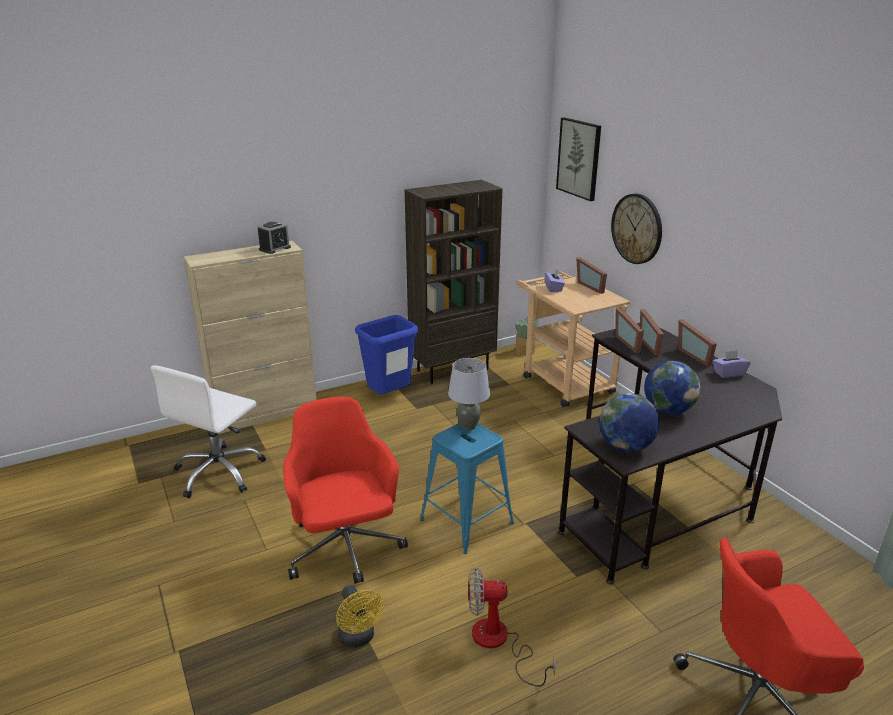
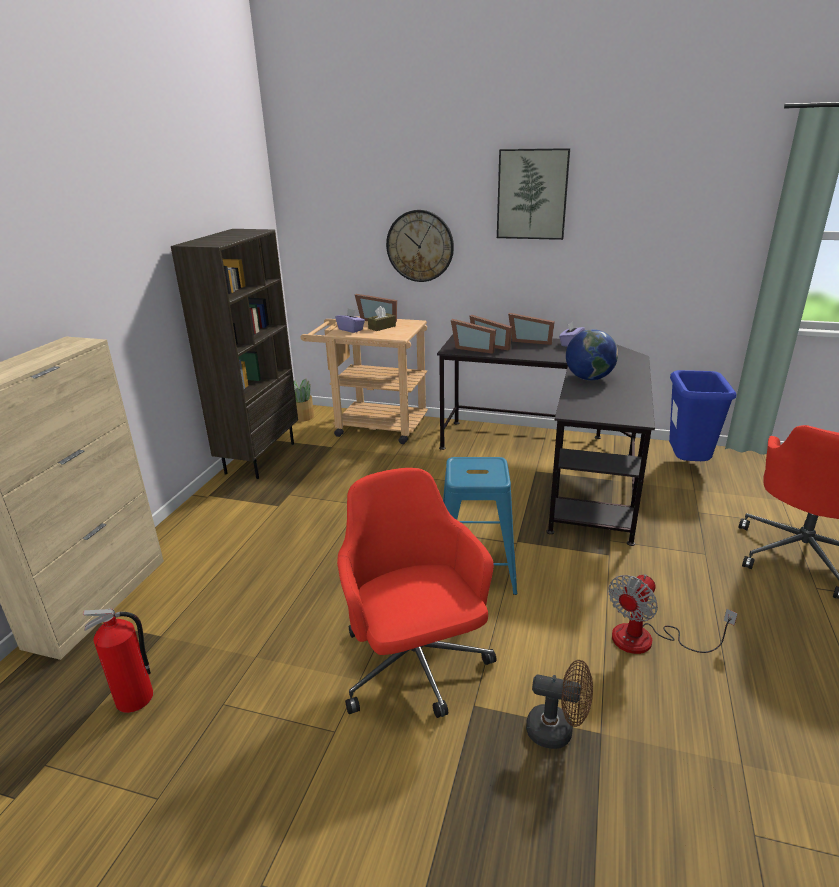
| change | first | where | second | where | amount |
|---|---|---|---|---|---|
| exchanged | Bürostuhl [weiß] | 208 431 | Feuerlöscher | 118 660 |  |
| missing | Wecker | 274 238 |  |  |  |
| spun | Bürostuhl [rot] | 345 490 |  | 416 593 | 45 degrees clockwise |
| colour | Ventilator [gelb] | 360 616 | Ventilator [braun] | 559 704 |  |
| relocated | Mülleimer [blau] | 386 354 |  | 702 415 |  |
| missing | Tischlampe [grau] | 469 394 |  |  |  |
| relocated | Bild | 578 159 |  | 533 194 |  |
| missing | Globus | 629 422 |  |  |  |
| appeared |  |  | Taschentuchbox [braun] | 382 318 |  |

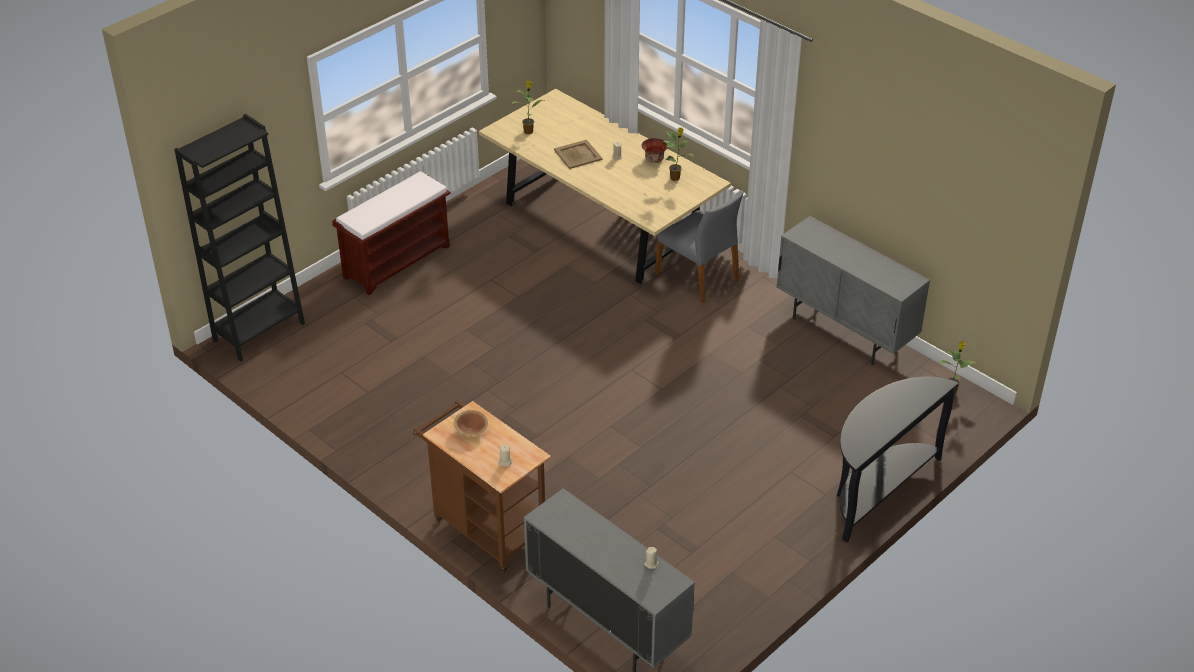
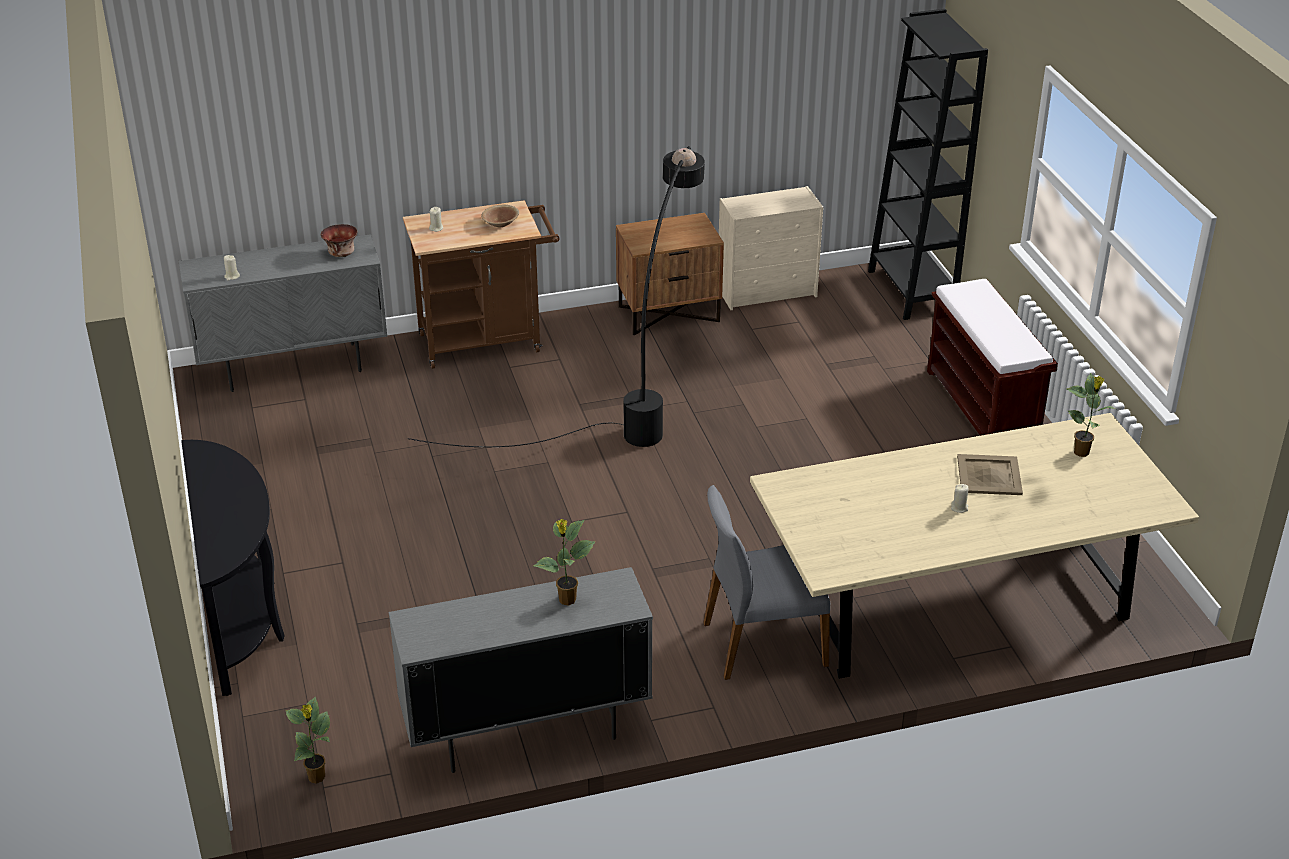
| change | first | where | second | where | amount |
|---|---|---|---|---|---|
| relocated | Schüssel | 655 150 |  | 339 240 |  |
| relocated | Topfpflanze | 678 154 |  | 564 562 |  |
| appeared |  |  | Stehlampe [schwarz] | 556 296 |  |
| appeared |  |  | Nachttisch [braun] | 670 274 |  |
| appeared |  |  | Kommode [beige] | 771 248 |  |

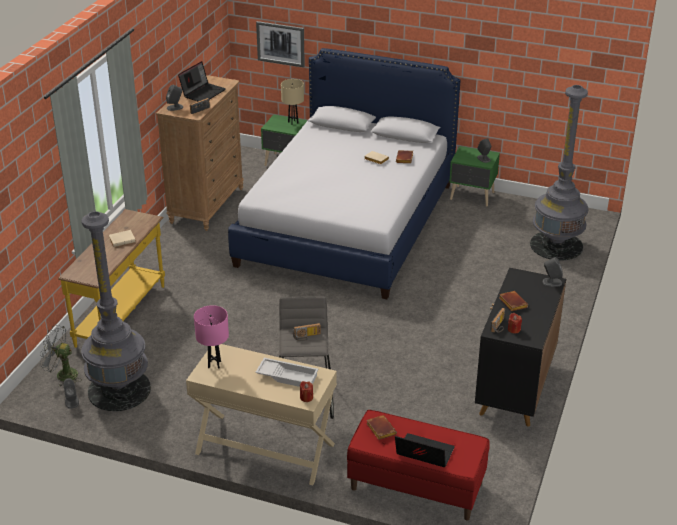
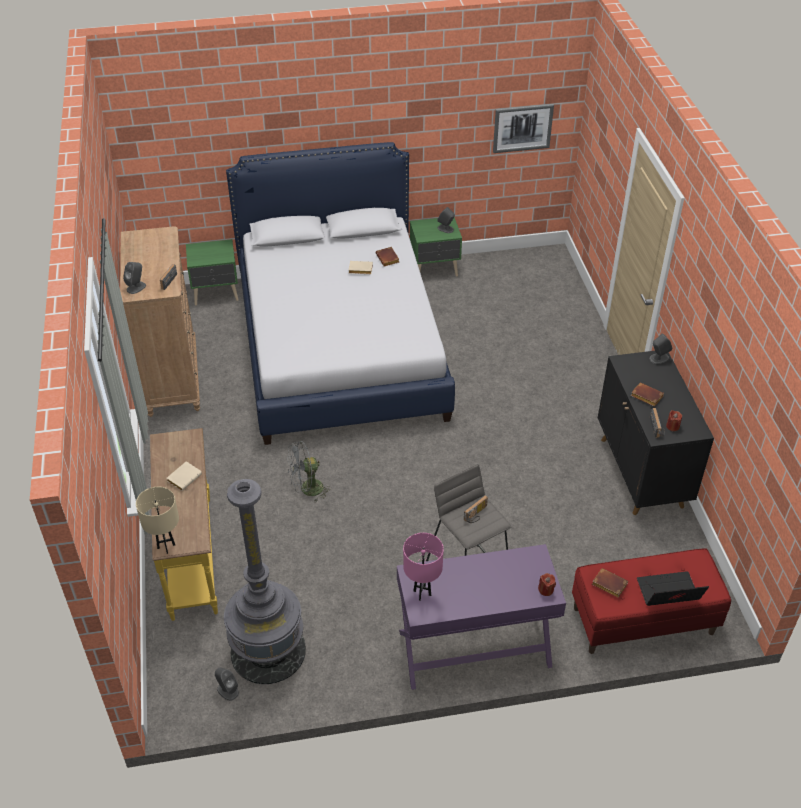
| change | first | where | second | where | amount |
|---|---|---|---|---|---|
| relocated | Ventilator [grau] | 61 355 |  | 309 471 |  |
| missing | Laptop | 202 81 |  |  |  |
| colour | Schreibtisch [beige] | 261 415 | Schreibtisch [lila] | 481 617 |  |
| missing | Tablett [weiß] | 286 372 |  |  |  |
| relocated | Bild | 280 44 |  | 523 128 |  |
| relocated | Tischlampe [beige] | 292 102 |  | 157 520 |  |
| missing | Stehlampe [grau] | 559 173 |  |  |  |

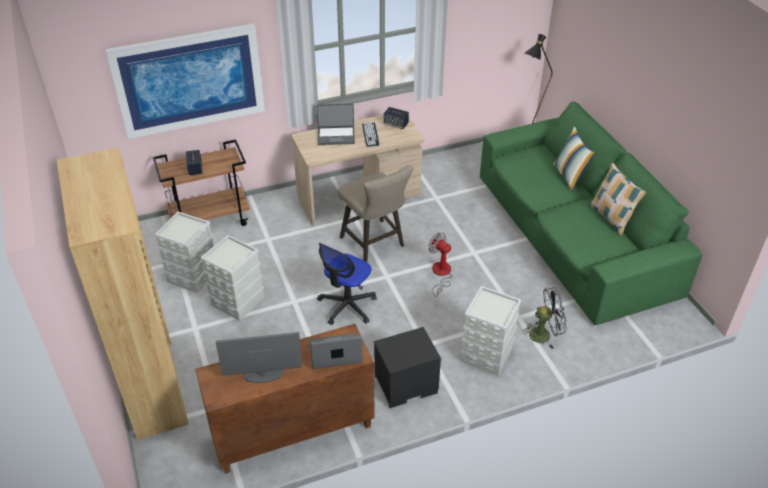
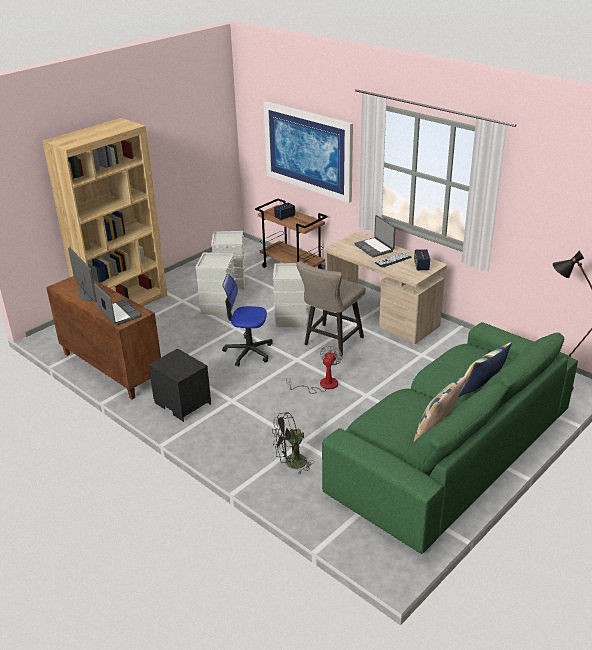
| change | first | where | second | where | amount |
|---|---|---|---|---|---|
| relocated | Aufbewahrungsbox [grau] | 491 331 |  | 290 295 |  |
| spun | Ventilator [schwarz] | 544 318 |  | 293 443 | 105 degrees clockwise |

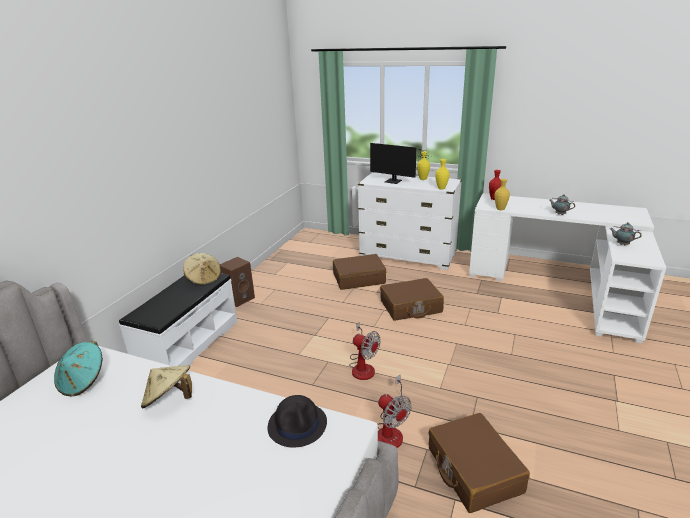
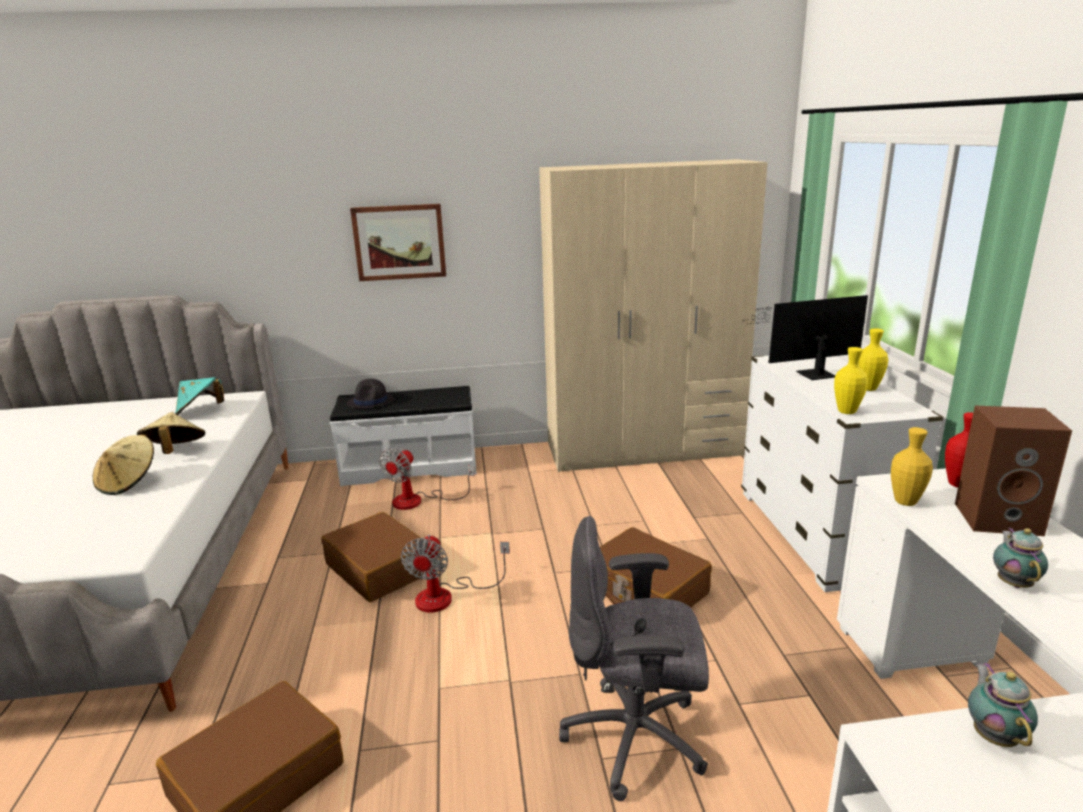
| change | first | where | second | where | amount |
|---|---|---|---|---|---|
| relocated | Hut [beige] | 202 269 |  | 123 465 |  |
| relocated | Lautsprecher [braun] | 237 282 |  | 1013 471 |  |
| relocated | Hut [schwarz] | 297 421 |  | 370 394 |  |
| relocated | Koffer [braun] | 359 272 |  | 374 557 |  |
| spun | Monitor | 400 163 |  | 806 337 | 75 degrees clockwise |
| relocated | Ventilator | 395 411 |  | 427 479 |  |
| appeared |  |  | Bild | 398 242 |  |
| appeared |  |  | Kleiderschrank [beige] | 653 315 |  |
| appeared |  |  | Bürostuhl [grau] | 634 658 |  |

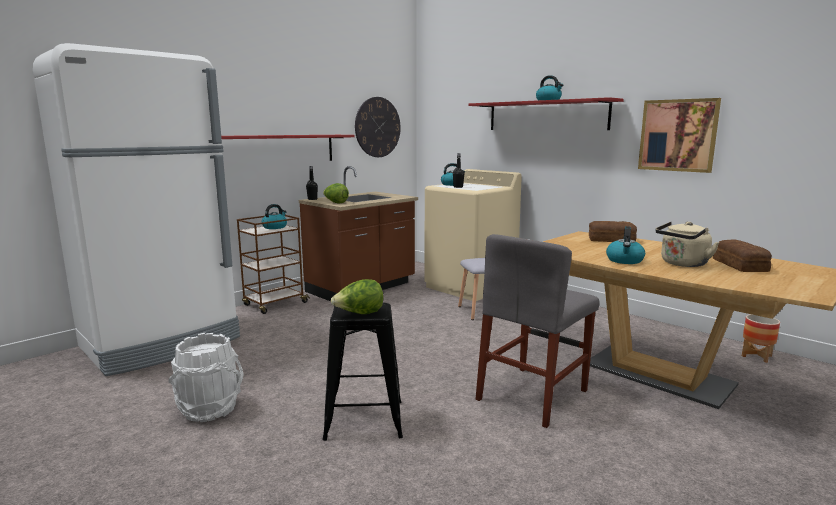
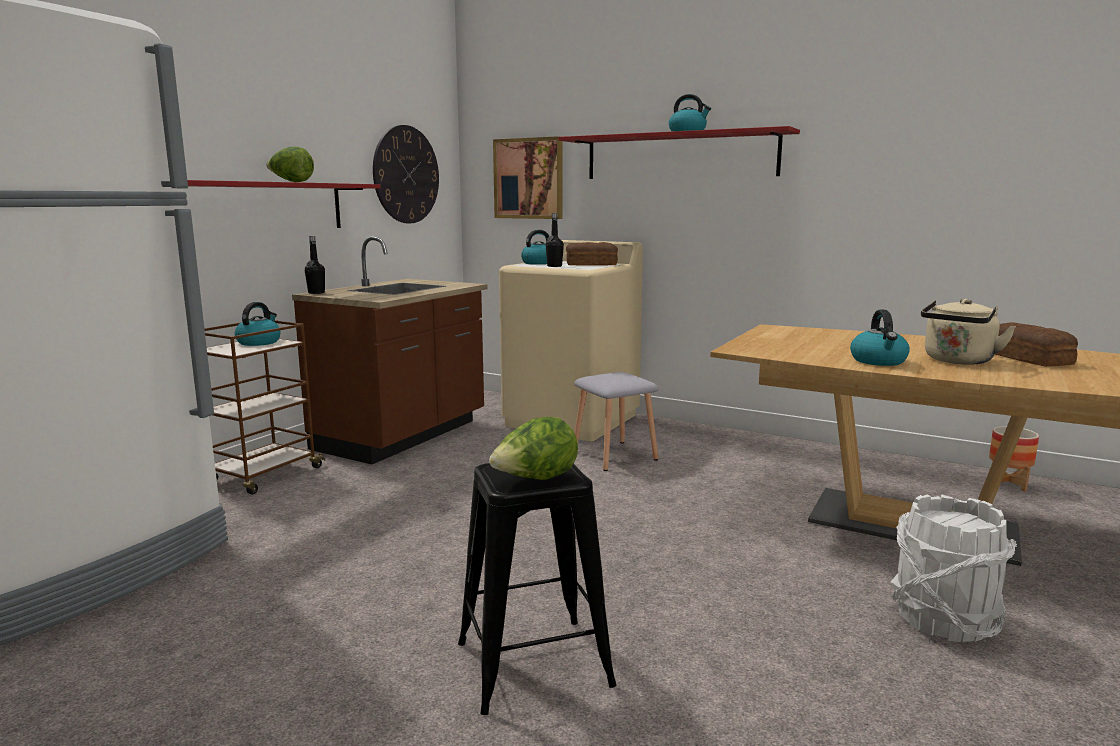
| change | first | where | second | where | amount |
|---|---|---|---|---|---|
| relocated | Eimer [weiß] | 206 377 |  | 954 568 |  |
| relocated | Salatkopf | 336 193 |  | 290 164 |  |
| missing | Stuhl [grau] | 537 331 |  |  |  |
| relocated | Brot | 613 231 |  | 592 254 |  |
| relocated | Bild | 679 135 |  | 528 177 |  |

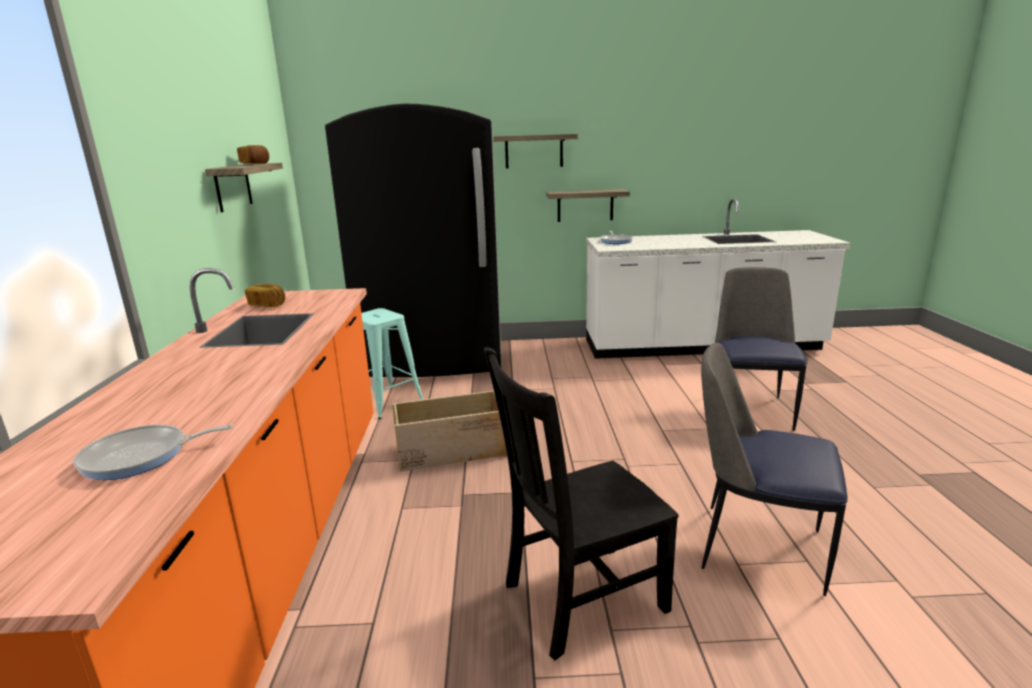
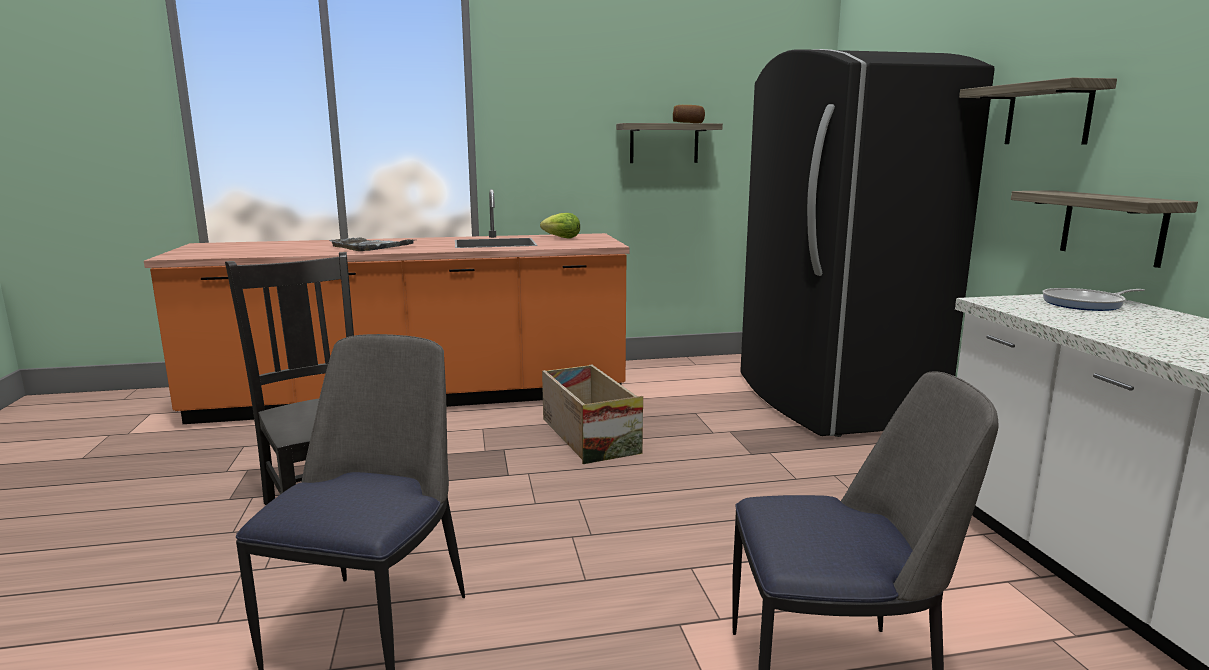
| change | first | where | second | where | amount |
|---|---|---|---|---|---|
| missing | Pfanne | 153 452 |  |  |  |
| exchanged | Brot | 265 295 | Salatkopf | 560 225 |  |
| missing | Hocker [türkis] | 392 363 |  |  |  |
| appeared |  |  | Tablett [grau] | 371 244 |  |

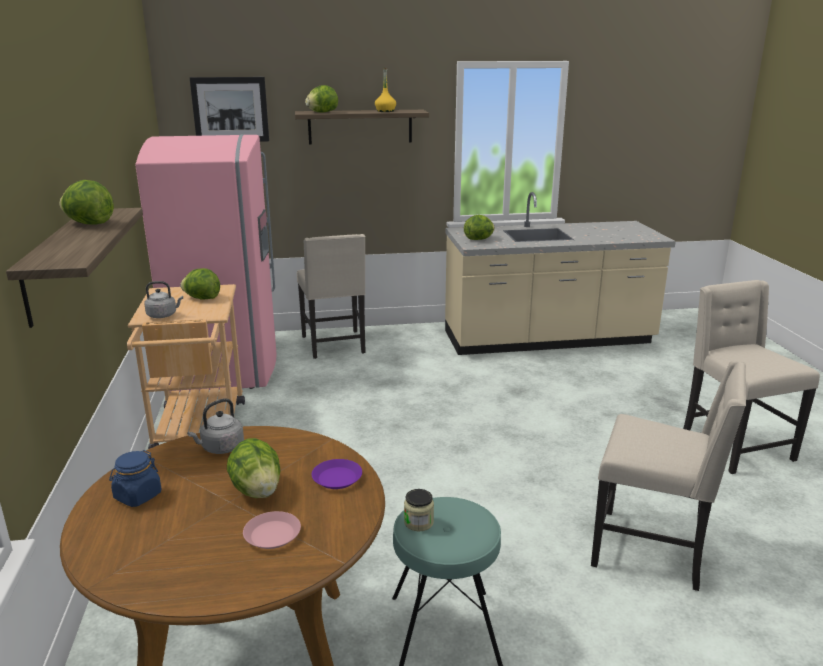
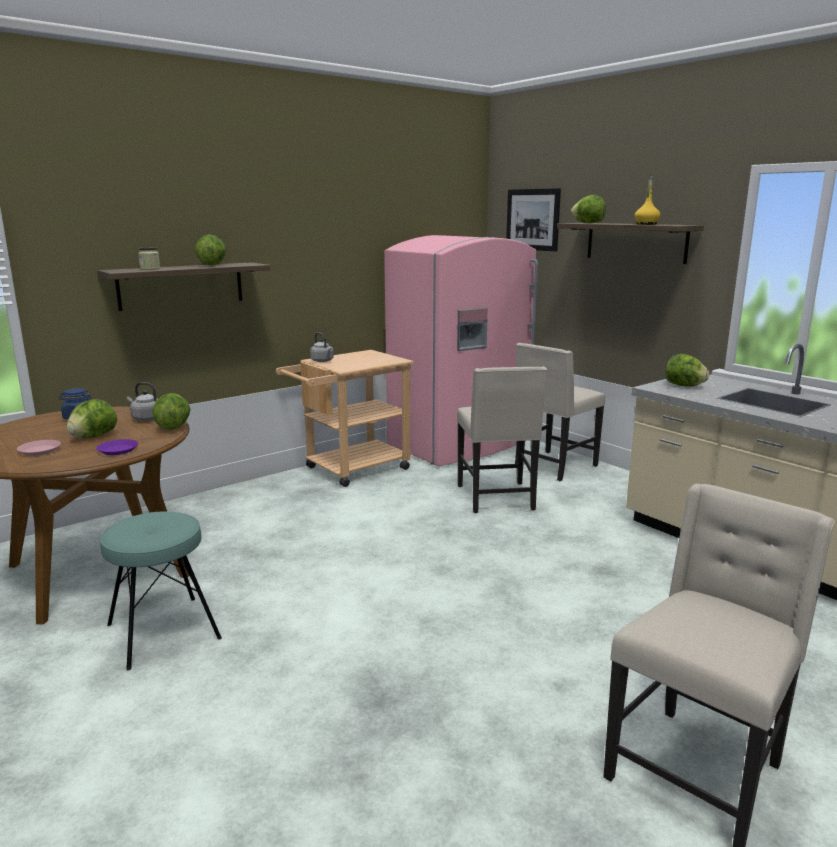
| change | first | where | second | where | amount |
|---|---|---|---|---|---|
| relocated | Salatkopf | 200 283 |  | 171 411 |  |
| relocated | Vorratsglas | 419 510 |  | 149 258 |  |
| relocated | Stuhl [beige] | 668 475 |  | 502 440 |  |

